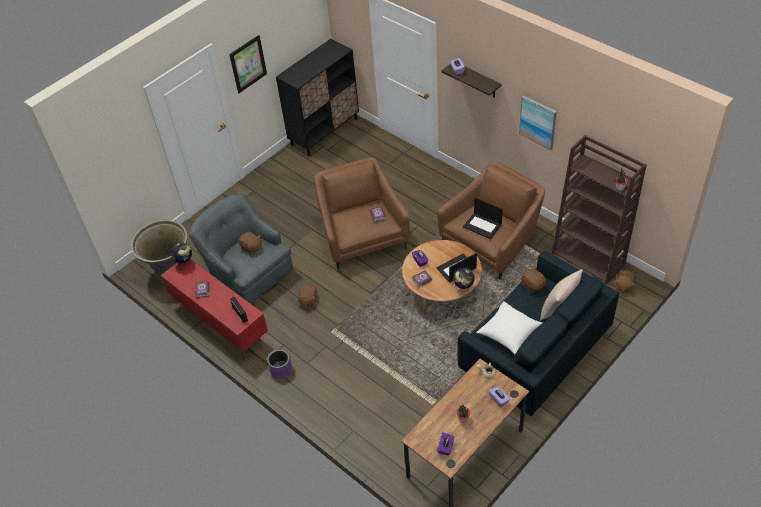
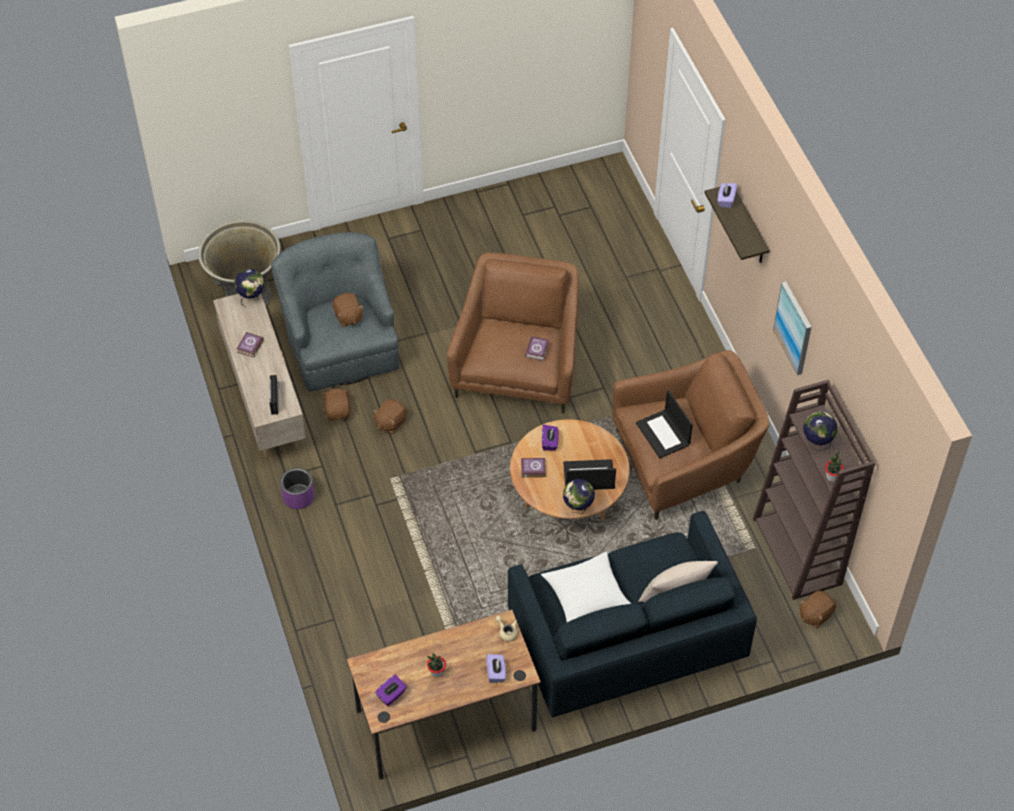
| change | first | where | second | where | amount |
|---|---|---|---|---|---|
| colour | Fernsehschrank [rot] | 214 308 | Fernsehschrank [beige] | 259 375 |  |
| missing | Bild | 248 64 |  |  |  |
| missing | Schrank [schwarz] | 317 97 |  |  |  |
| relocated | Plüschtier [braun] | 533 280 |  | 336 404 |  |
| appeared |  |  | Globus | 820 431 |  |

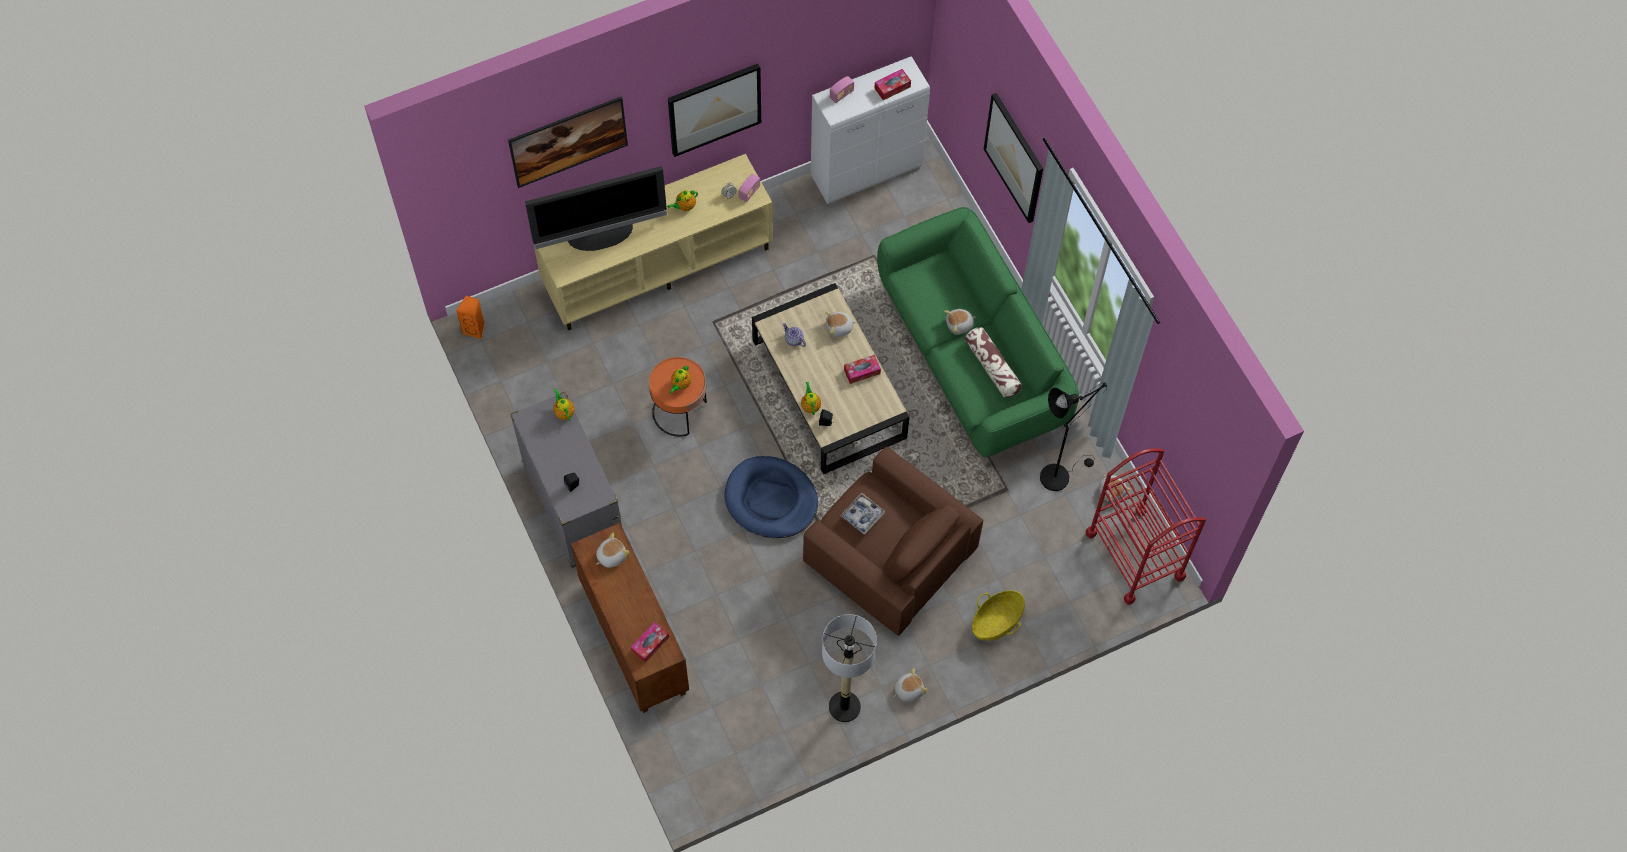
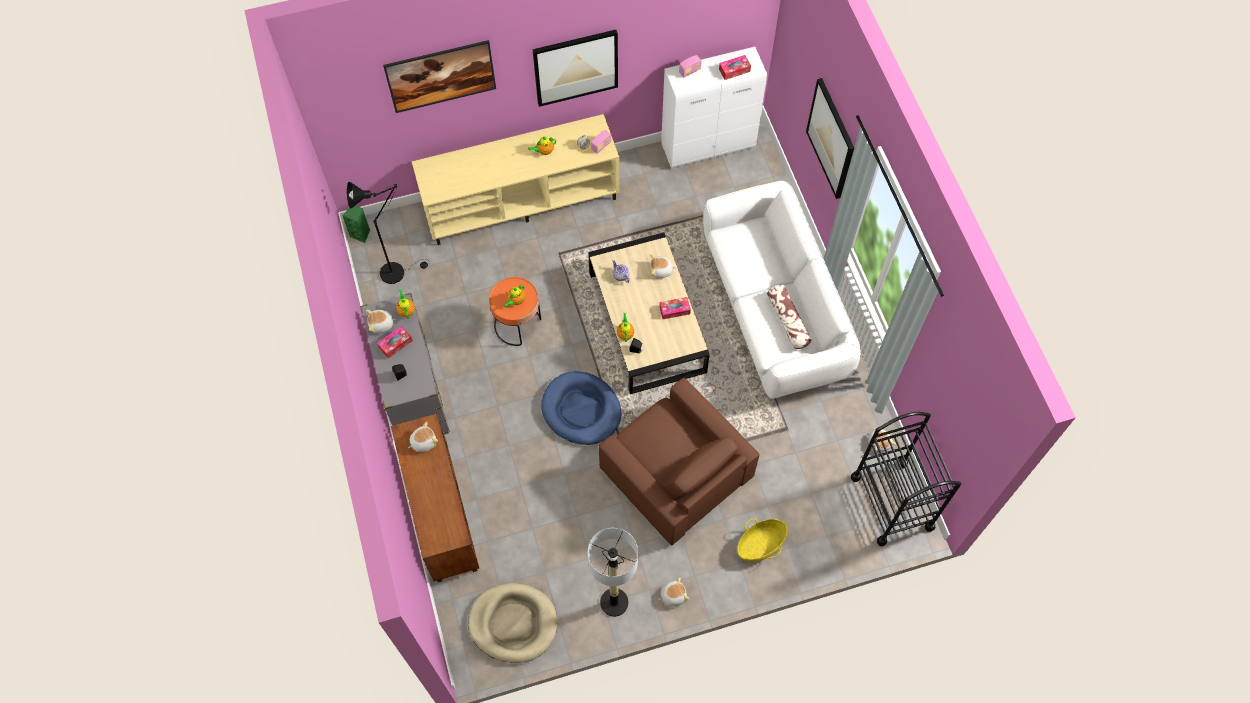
| change | first | where | second | where | amount |
|---|---|---|---|---|---|
| colour | Lautsprecher [orange] | 470 317 | Lautsprecher [grün] | 356 224 |  |
| missing | Fernseher | 596 208 |  |  |  |
| relocated | Taschentuchbox | 650 642 |  | 395 342 |  |
| missing | Tablett | 862 513 |  |  |  |
| colour | Sofa [grün] | 978 332 | Sofa [weiß] | 782 290 |  |
| relocated | Plüschtier | 960 322 |  | 381 322 |  |
| relocated | Stehlampe [schwarz] | 1073 436 |  | 388 233 |  |
| colour | Rollwagen [rot] | 1146 526 | Rollwagen [schwarz] | 906 479 |  |
| appeared |  |  | Hundebett [beige] | 512 623 |  |

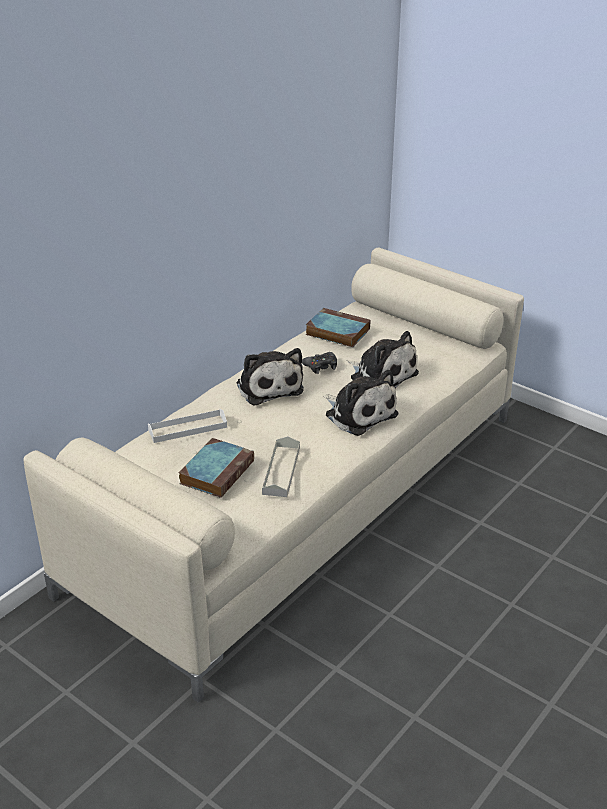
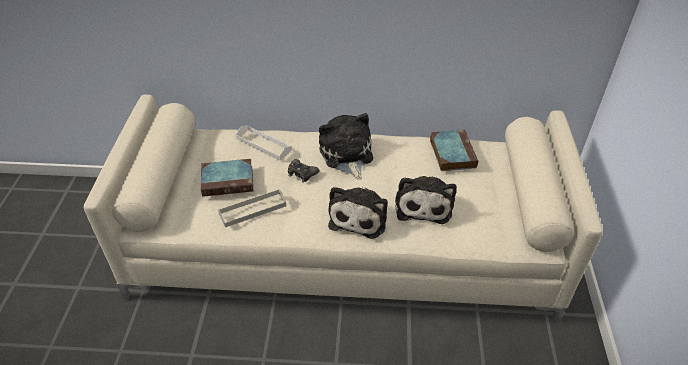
| change | first | where | second | where | amount |
|---|---|---|---|---|---|
| spun | Plüschtier | 270 377 |  | 346 146 | 135 degrees clockwise |
| relocated | Gamepad [schwarz] | 319 363 |  | 304 171 |  |

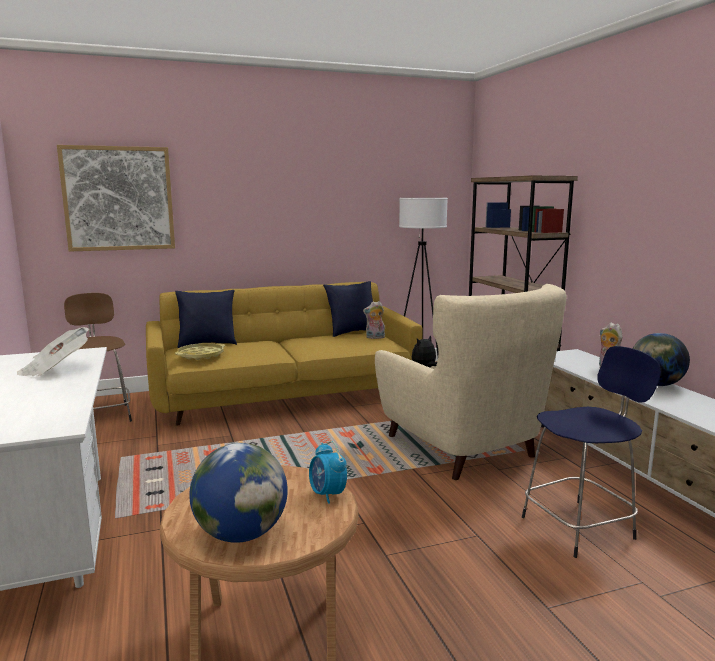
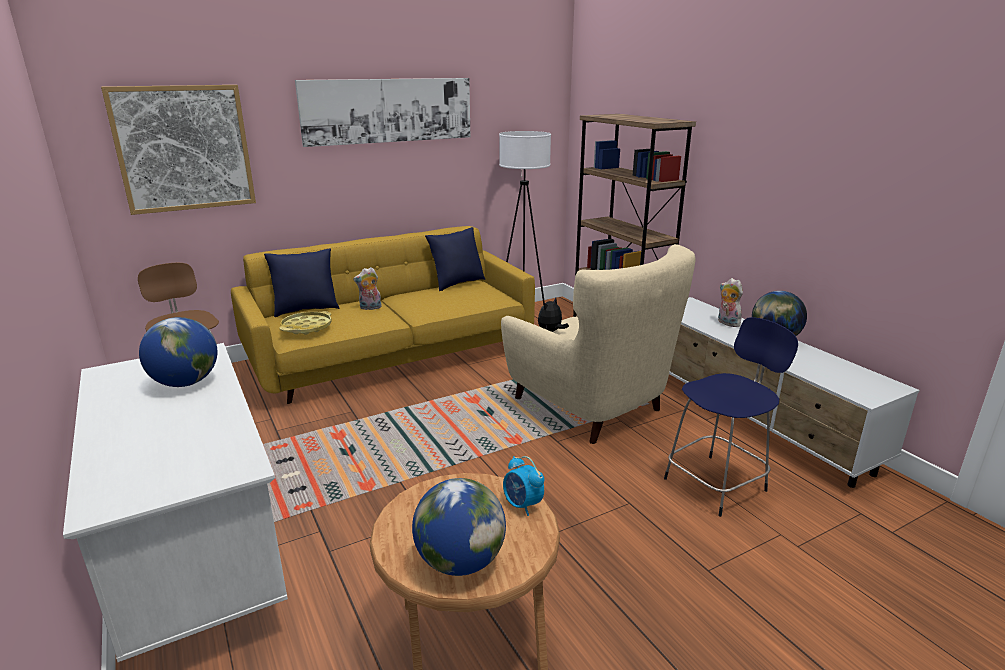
| change | first | where | second | where | amount |
|---|---|---|---|---|---|
| exchanged | Zeitung | 53 351 | Globus | 178 352 |  |
| relocated | Plüschtier | 374 320 |  | 367 288 |  |
| appeared |  |  | Bild | 382 112 |  |

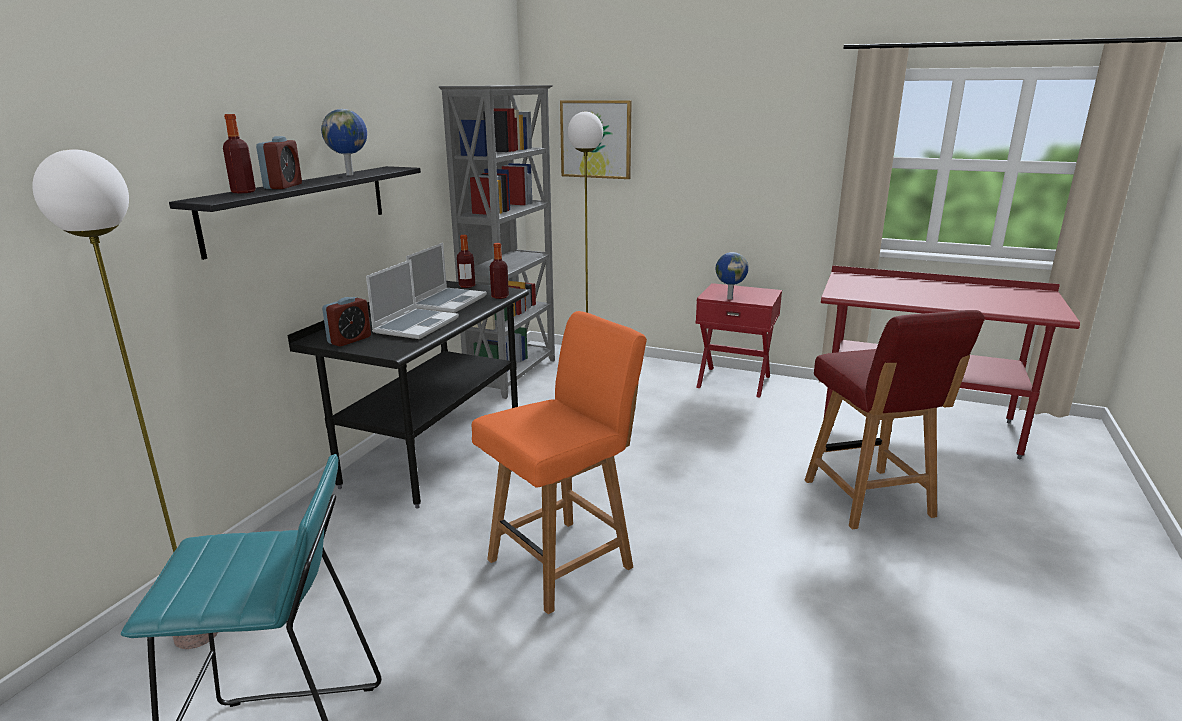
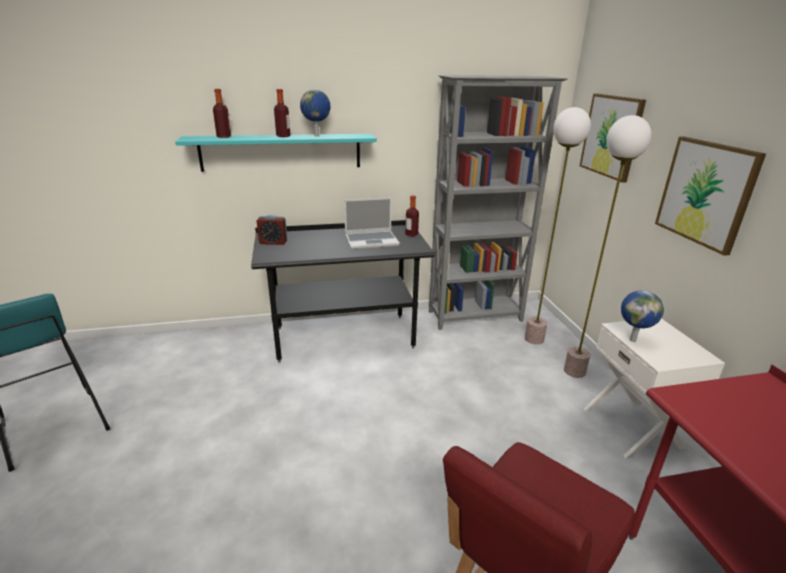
| change | first | where | second | where | amount |
|---|---|---|---|---|---|
| relocated | Stehlampe | 125 399 |  | 608 246 |  |
| colour | Wandregal [schwarz] | 295 213 | Wandregal [türkis] | 276 153 |  |
| missing | Wecker | 279 162 |  |  |  |
| missing | Laptop | 412 299 |  |  |  |
| missing | Stuhl [orange] | 559 462 |  |  |  |
| relocated | Flasche | 499 271 |  | 282 113 |  |
| colour | Nachttisch [rot] | 739 340 | Nachttisch [weiß] | 654 388 |  |
| appeared |  |  | Bild | 710 196 |  |

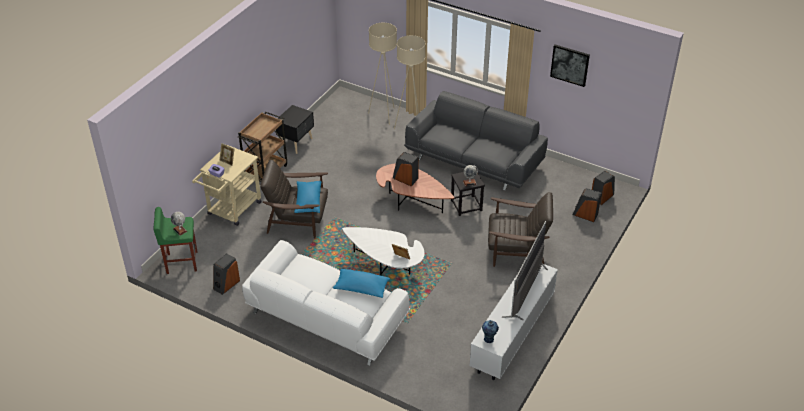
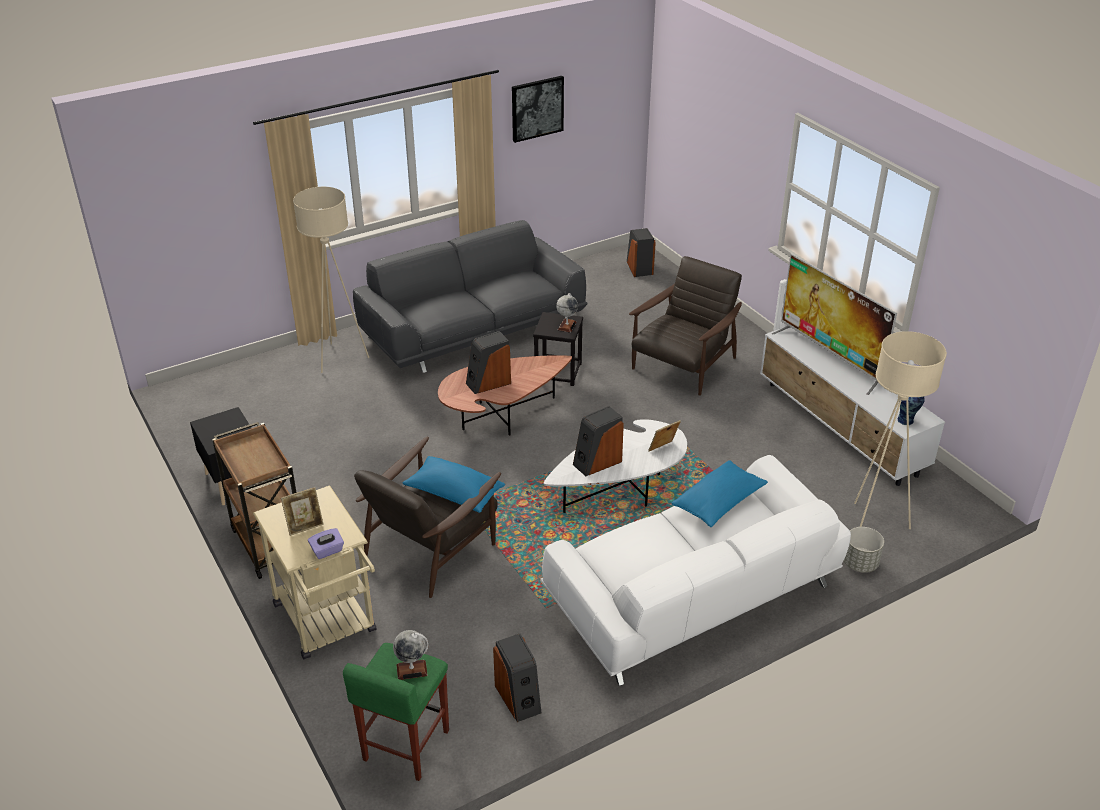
| change | first | where | second | where | amount |
|---|---|---|---|---|---|
| relocated | Stehlampe [beige] | 382 74 |  | 900 430 |  |
| relocated | Lautsprecher | 587 205 |  | 598 441 |  |
| appeared |  |  | Pflanzkübel [grau] | 864 550 |  |

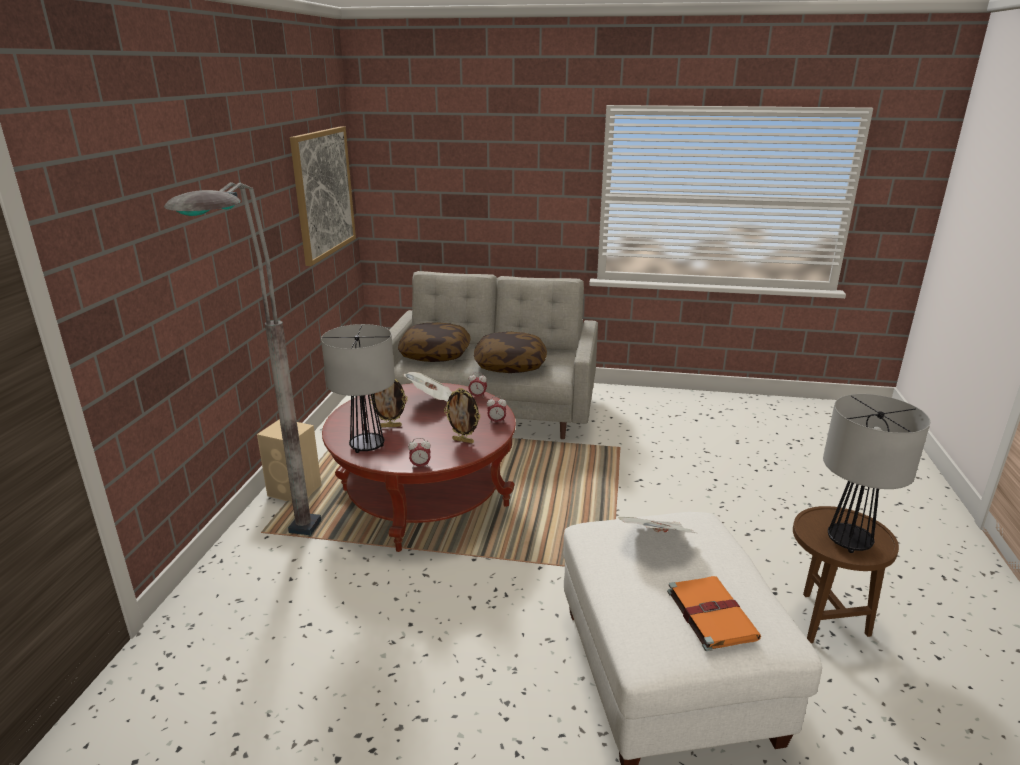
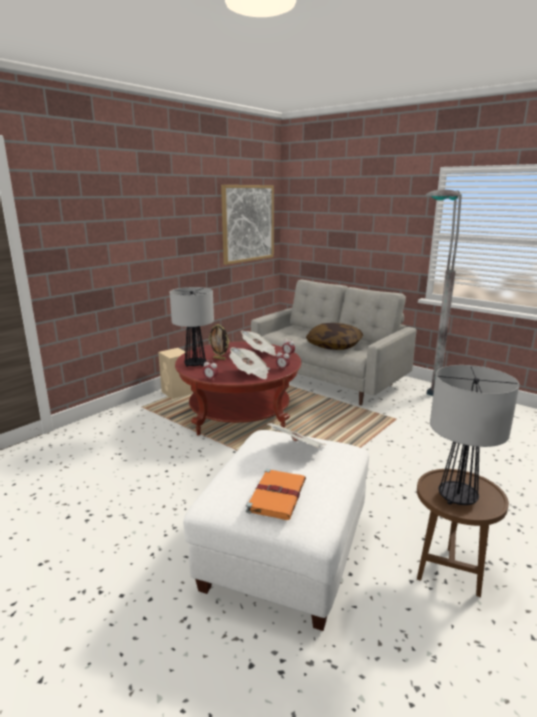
| change | first | where | second | where | amount |
|---|---|---|---|---|---|
| relocated | Stehlampe [grau] | 242 358 |  | 443 292 |  |
| missing | Kissen | 434 342 |  |  |  |
| exchanged | Bilderrahmen | 462 415 | Zeitung | 249 363 |  |

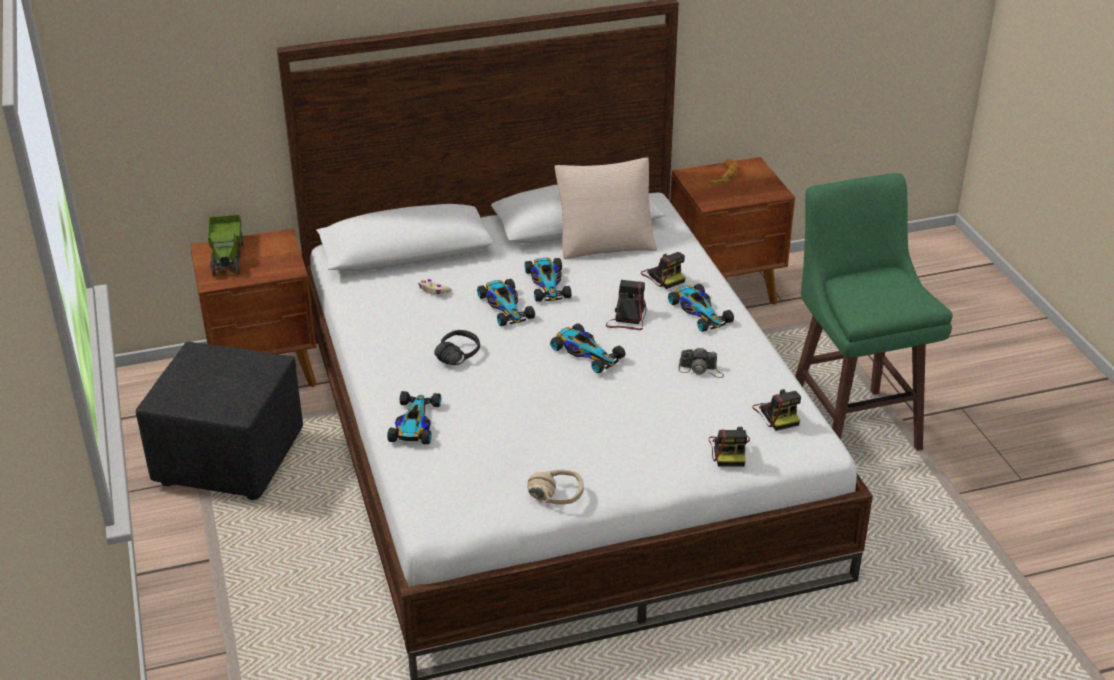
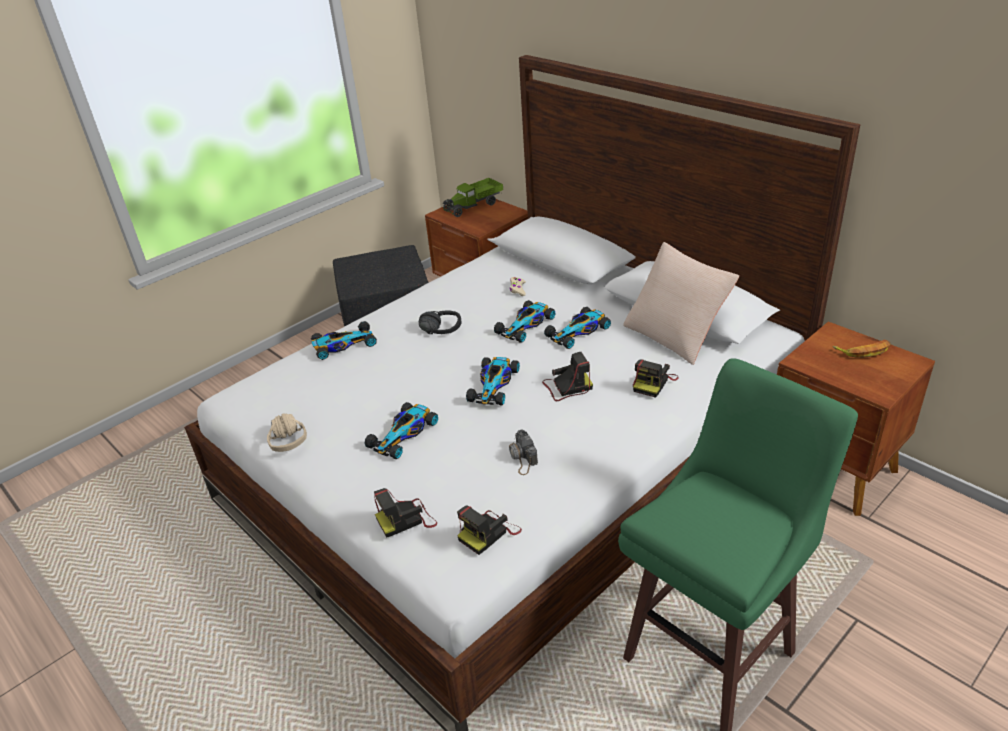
| change | first | where | second | where | amount |
|---|---|---|---|---|---|
| relocated | Spielzeugauto | 701 308 |  | 401 430 |  |

